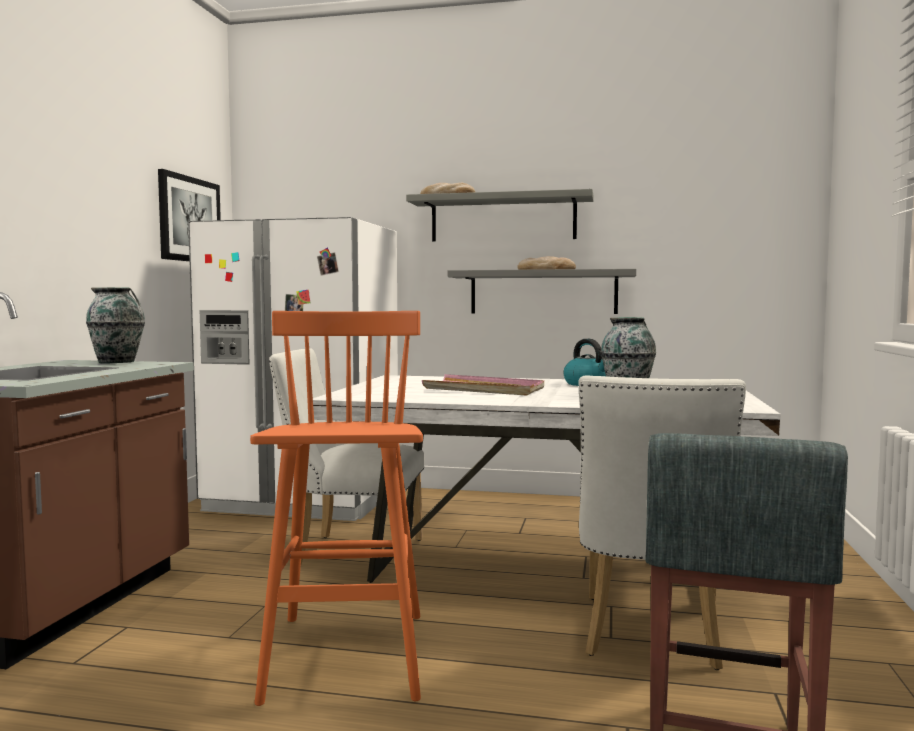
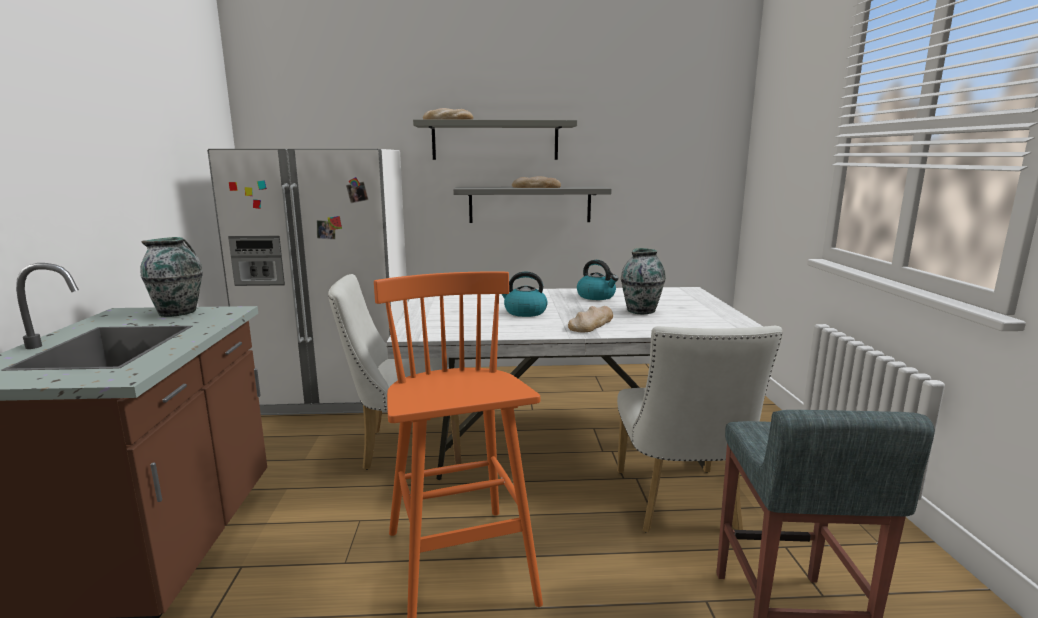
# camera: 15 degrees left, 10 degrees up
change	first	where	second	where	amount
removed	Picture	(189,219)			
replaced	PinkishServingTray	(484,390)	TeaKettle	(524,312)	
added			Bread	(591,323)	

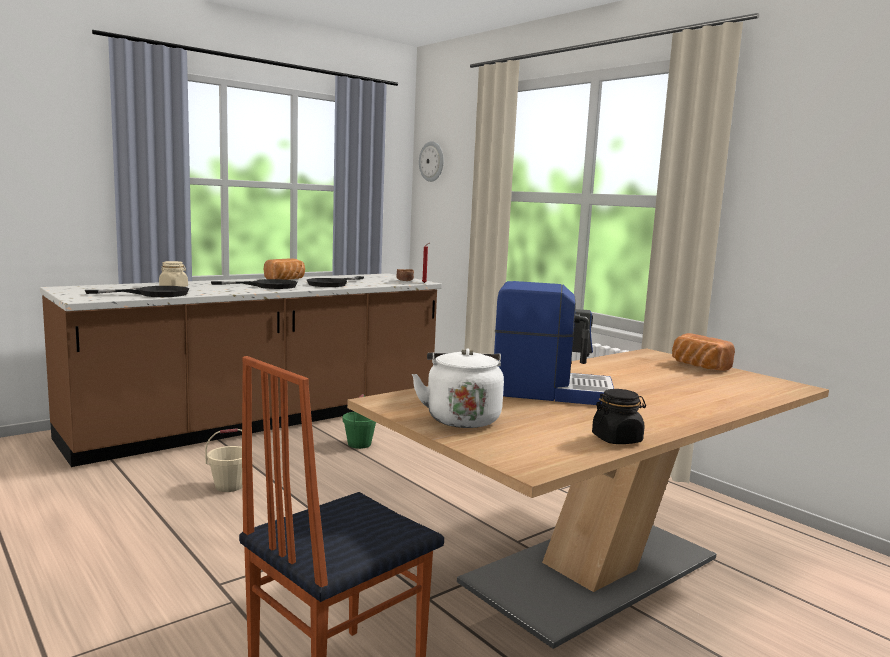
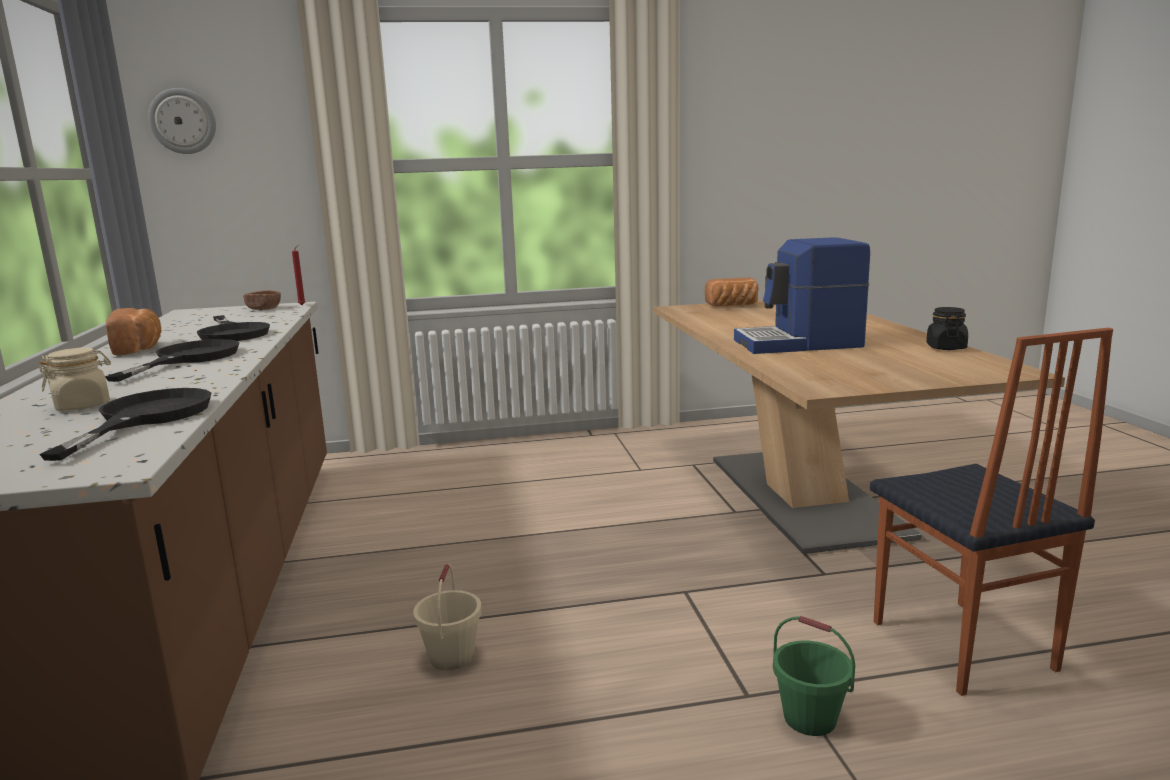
# camera: 60 degrees left, 5 degrees up
change	first	where	second	where	amount
turned	CoffeeBrewer	(550,391)		(799,344)	135 degrees counterclockwise
removed	WhiteTeaKettle	(461,418)			
moved	GreenColouredBucket	(359,444)		(809,719)	

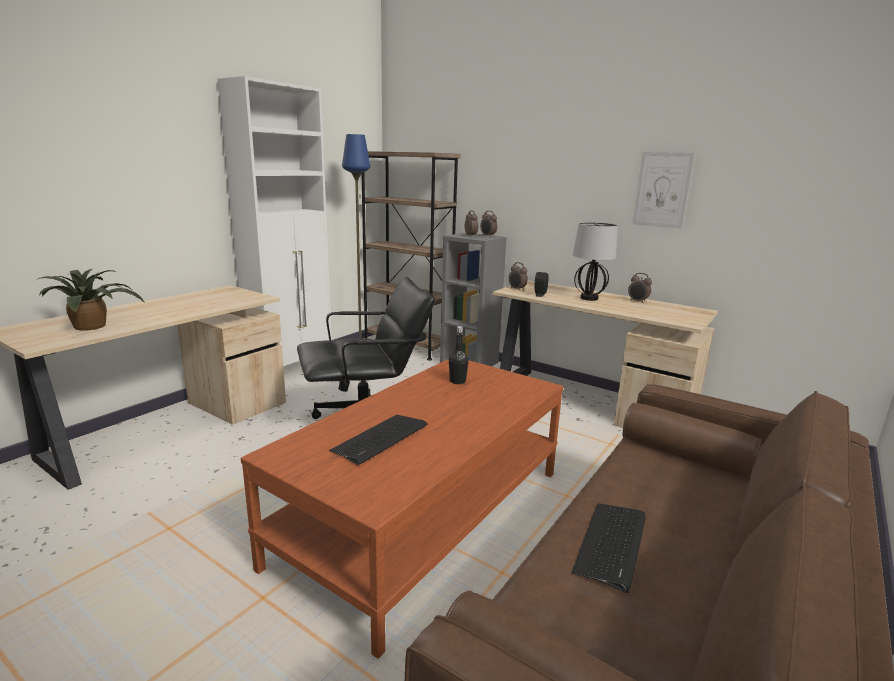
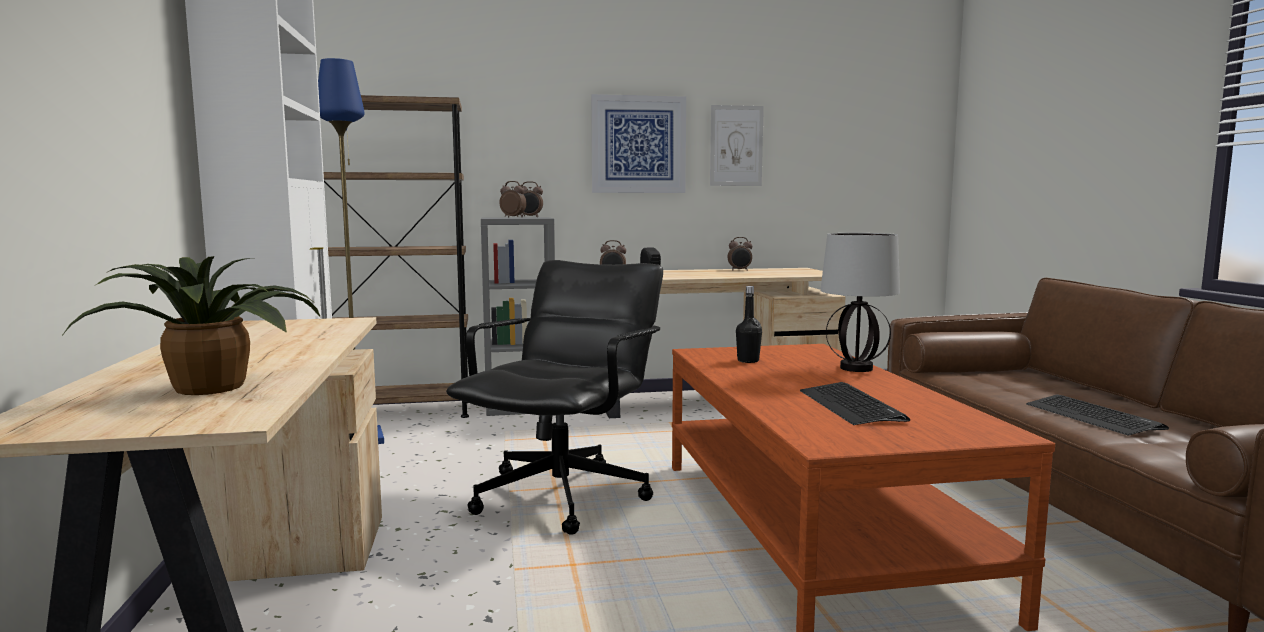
# camera: 45 degrees left, 10 degrees down
change	first	where	second	where	amount
moved	LampForATable	(589,298)		(855,368)	
added			Picture	(638,144)	

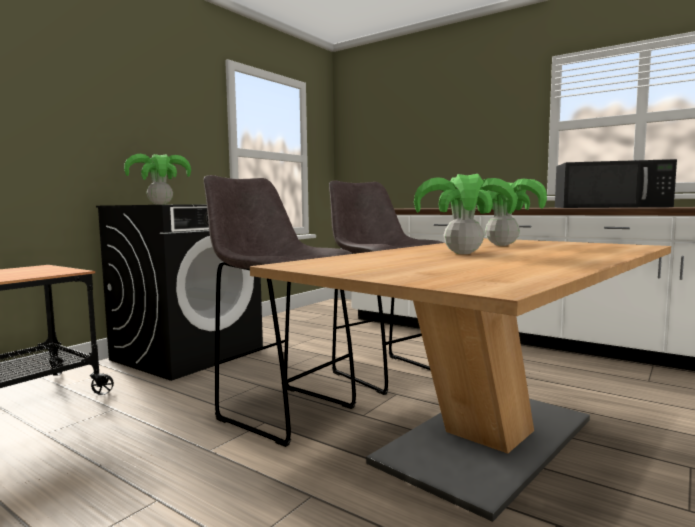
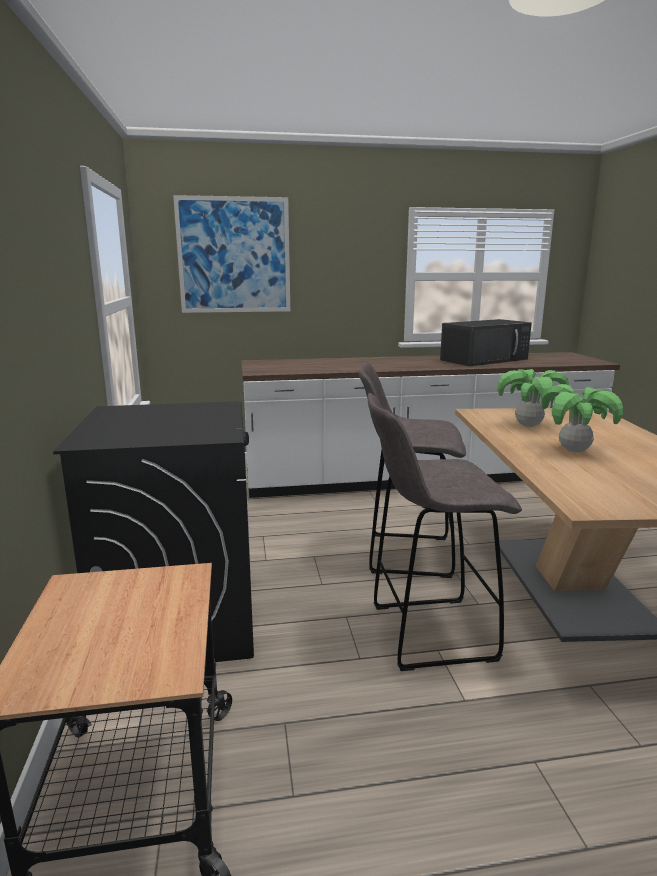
# camera: 45 degrees left, 10 degrees up
change	first	where	second	where	amount
removed	PlantInAPot	(160,204)			
added			Picture	(234,255)	

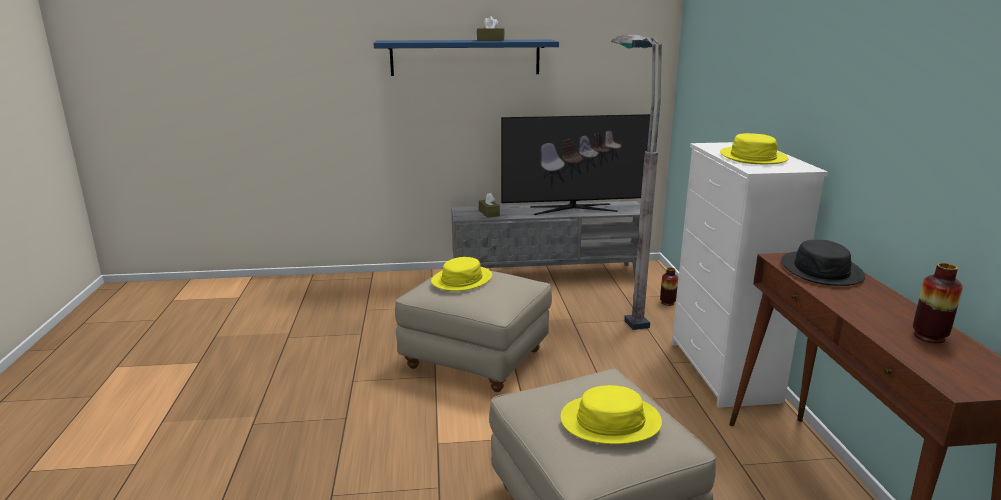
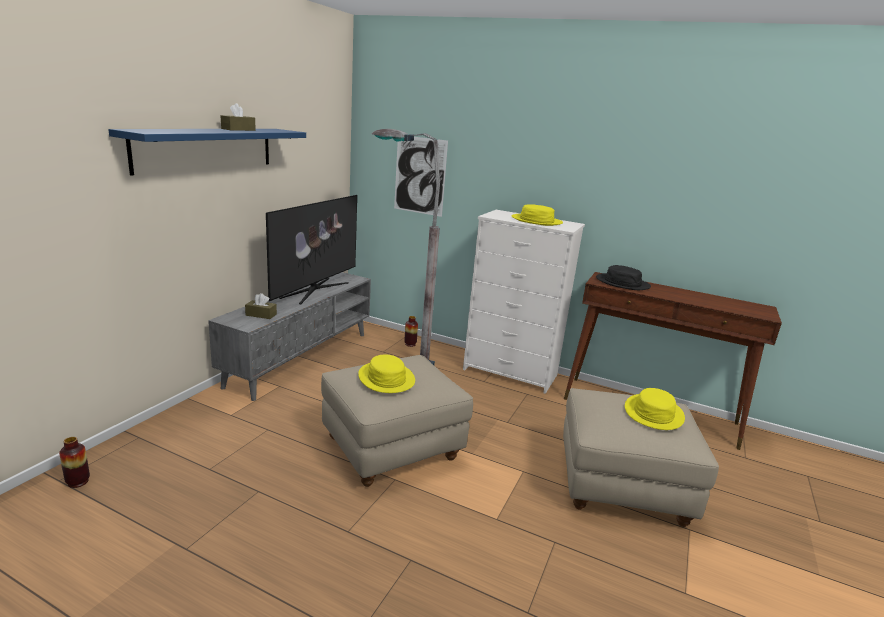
# camera: 60 degrees left, 0 degrees up
change	first	where	second	where	amount
moved	DecorativeVase	(929,337)		(78,482)	
added			Picture	(420,175)	

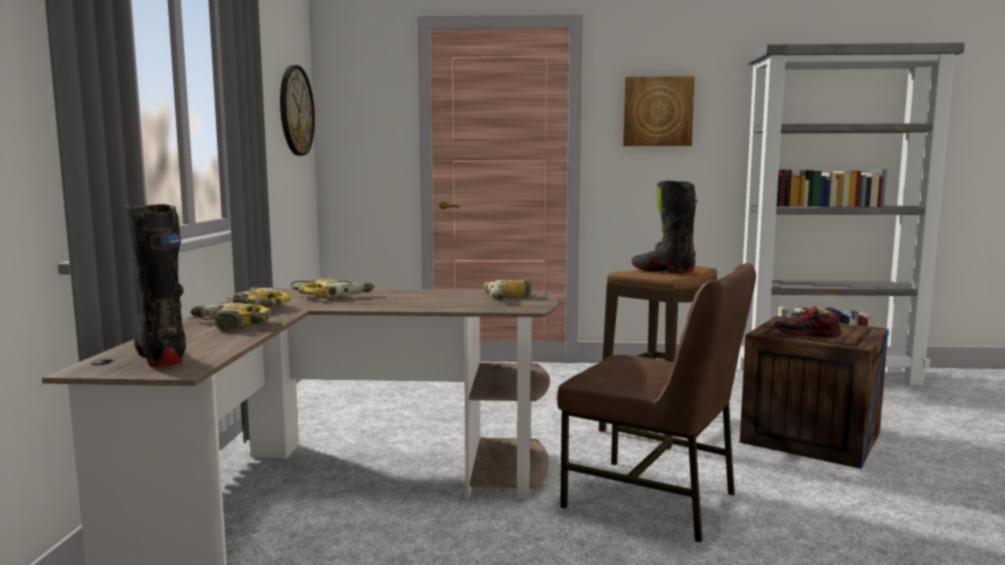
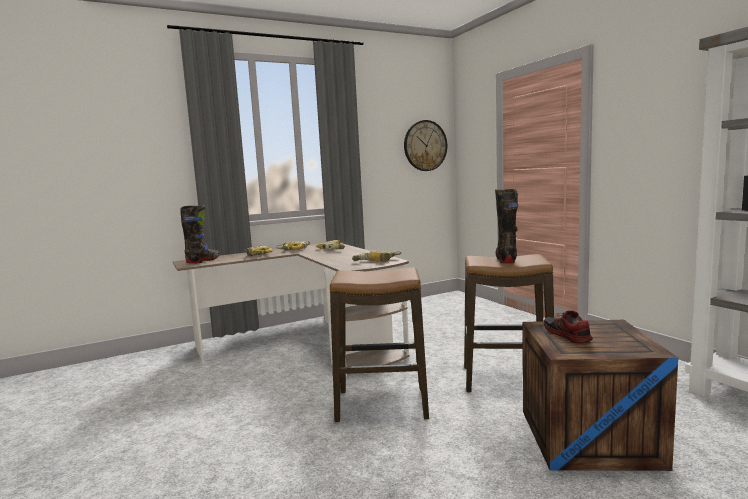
# camera: 60 degrees right, 0 degrees up
change	first	where	second	where	amount
removed	Picture	(657,111)			
replaced	BrownPlainChair	(653,500)	Stool	(381,405)	

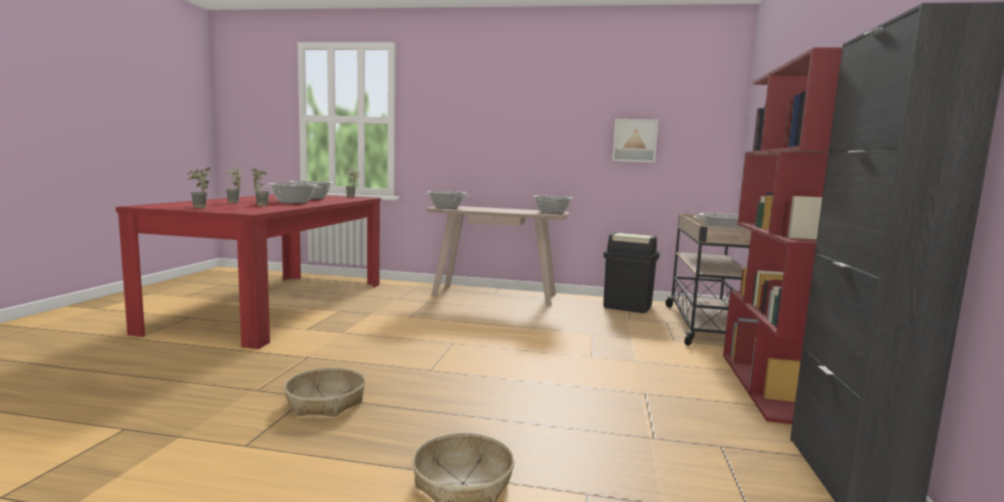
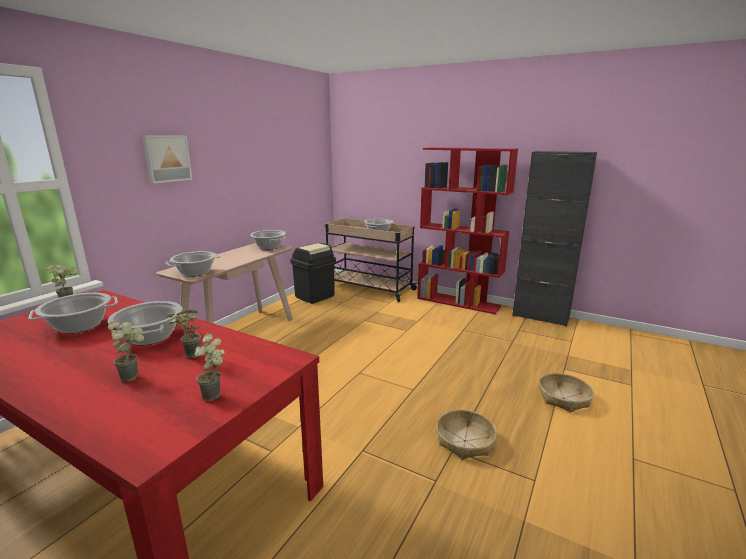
# camera: 70 degrees left, 10 degrees up
change	first	where	second	where	amount
moved	Picture	(634,140)		(166,158)	

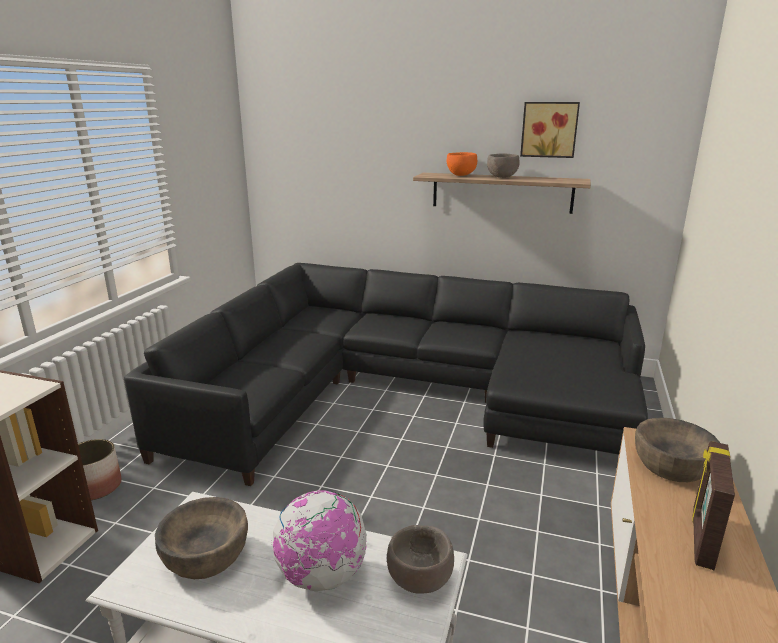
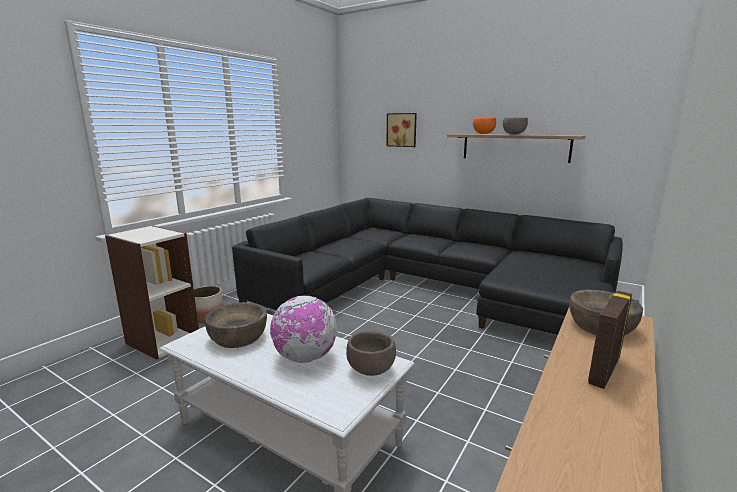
# camera: 15 degrees right, 5 degrees down
change	first	where	second	where	amount
moved	Picture	(549,129)		(402,130)	

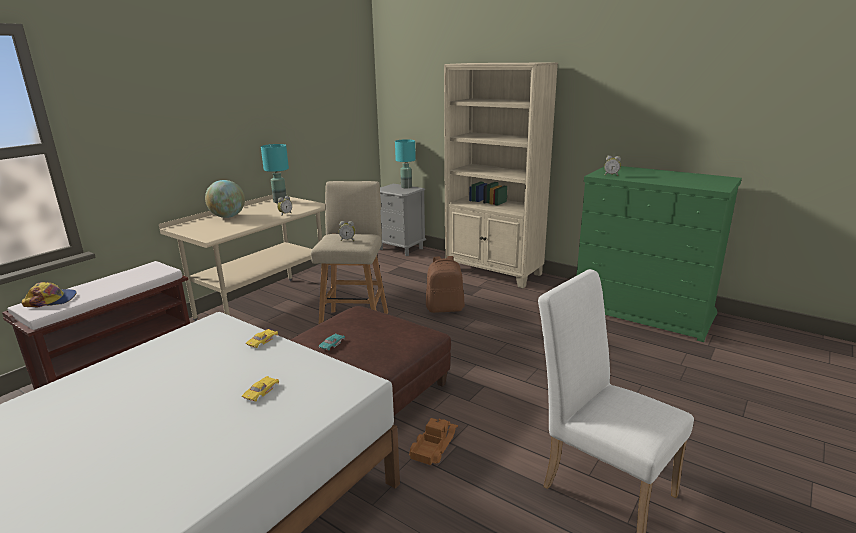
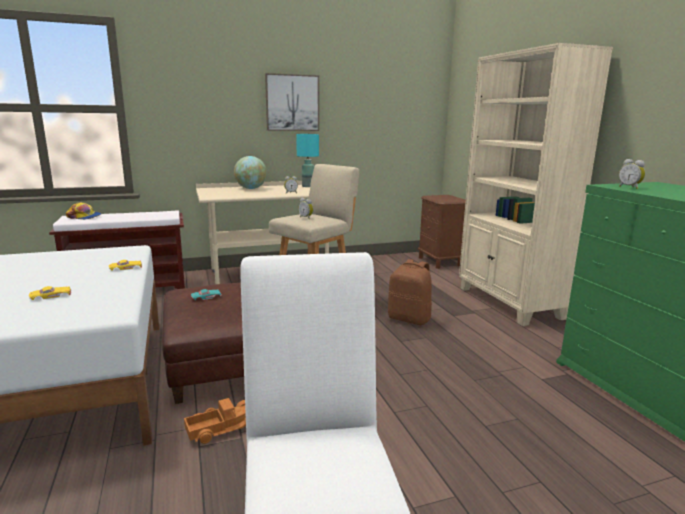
# camera: 35 degrees right, 5 degrees down
change	first	where	second	where	amount
removed	BlueGreenLampForATable	(406,187)			
recoloured	GreyishNightTable	(401,249)	BrownNightTable	(440,262)	
added			Picture	(292,103)	

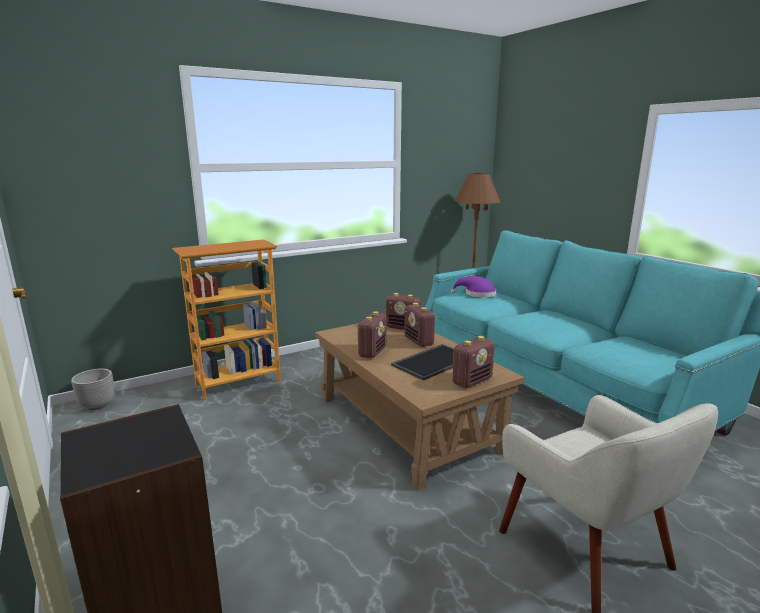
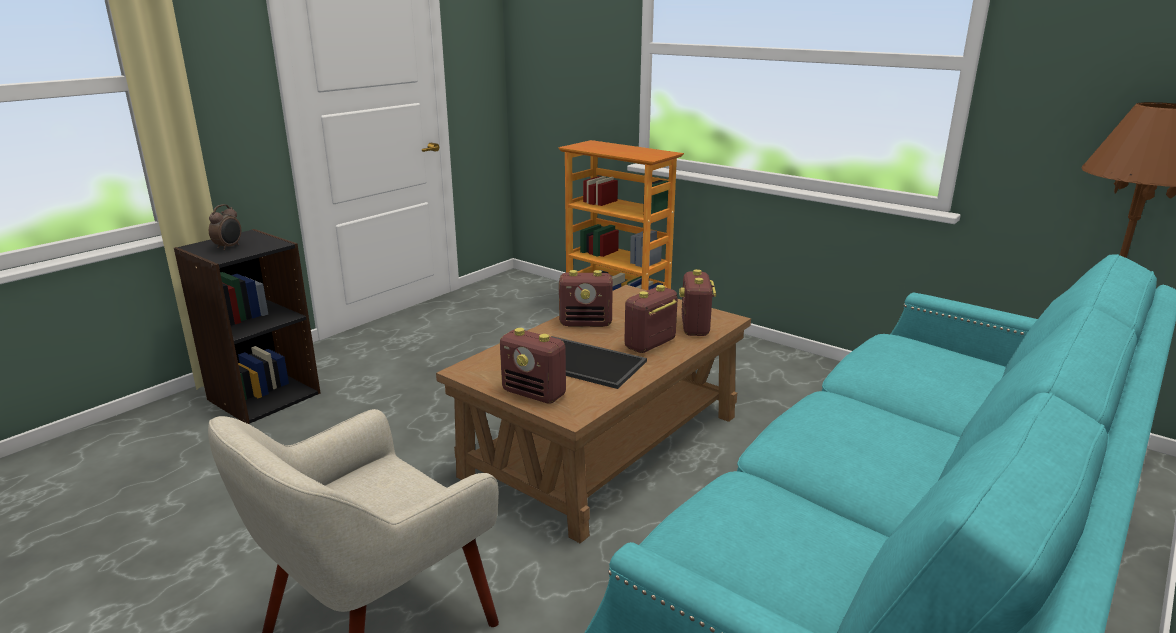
# camera: 70 degrees right, 5 degrees up
change	first	where	second	where	amount
removed	PurpleClothingHat	(477,294)			
removed	Planter	(97,406)			
added			BedsideClock	(229,247)	

